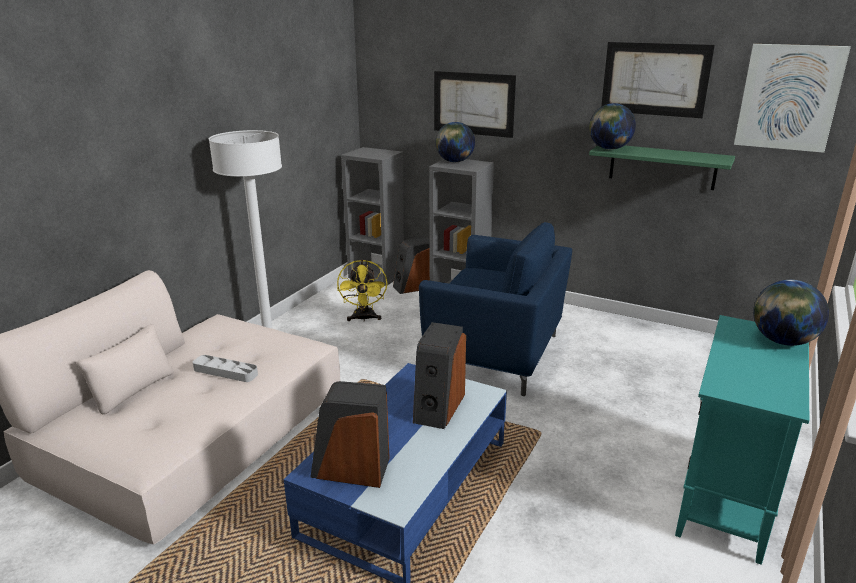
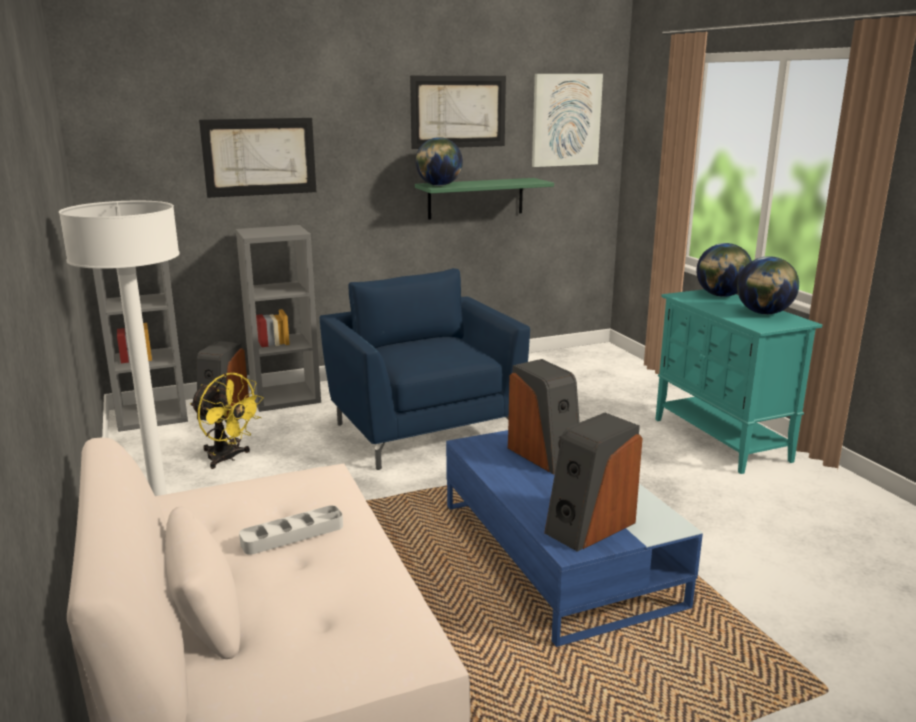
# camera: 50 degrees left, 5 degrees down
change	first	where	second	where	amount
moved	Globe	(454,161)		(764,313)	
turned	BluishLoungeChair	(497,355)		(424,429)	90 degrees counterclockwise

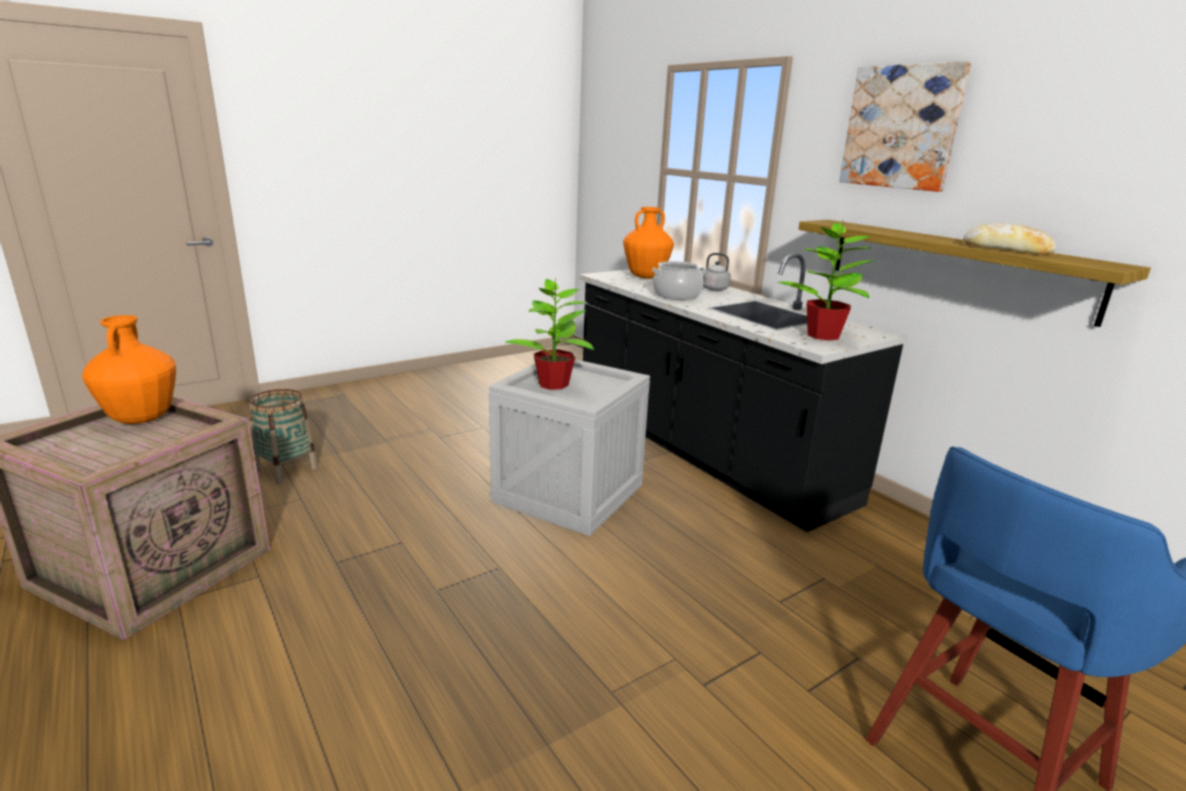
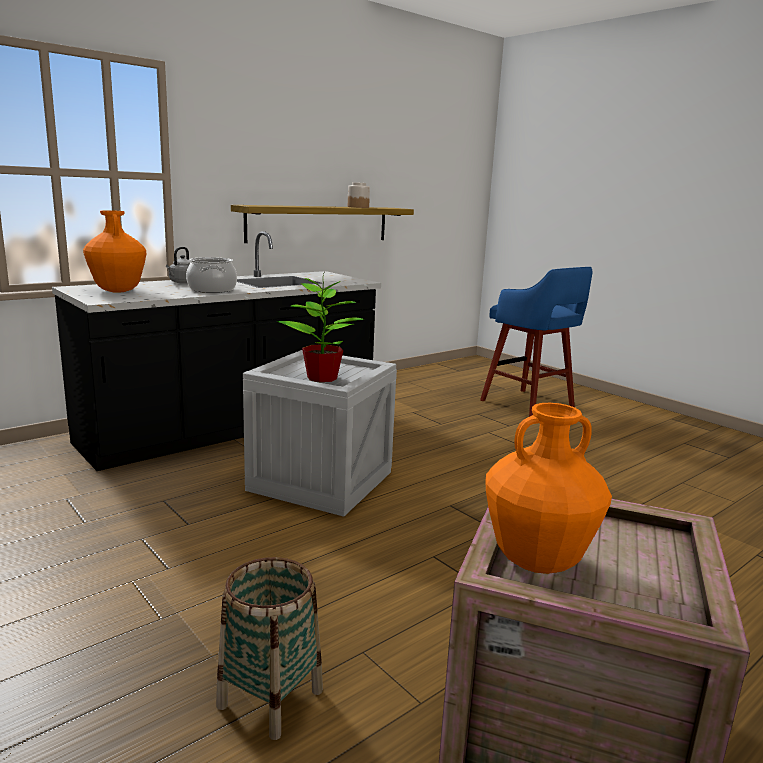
# camera: 95 degrees left, 5 degrees down
change	first	where	second	where	amount
removed	Picture	(901,127)			
removed	PlantInAPot	(822,336)			
replaced	Bread	(1006,249)	PreserveJar	(358,207)	

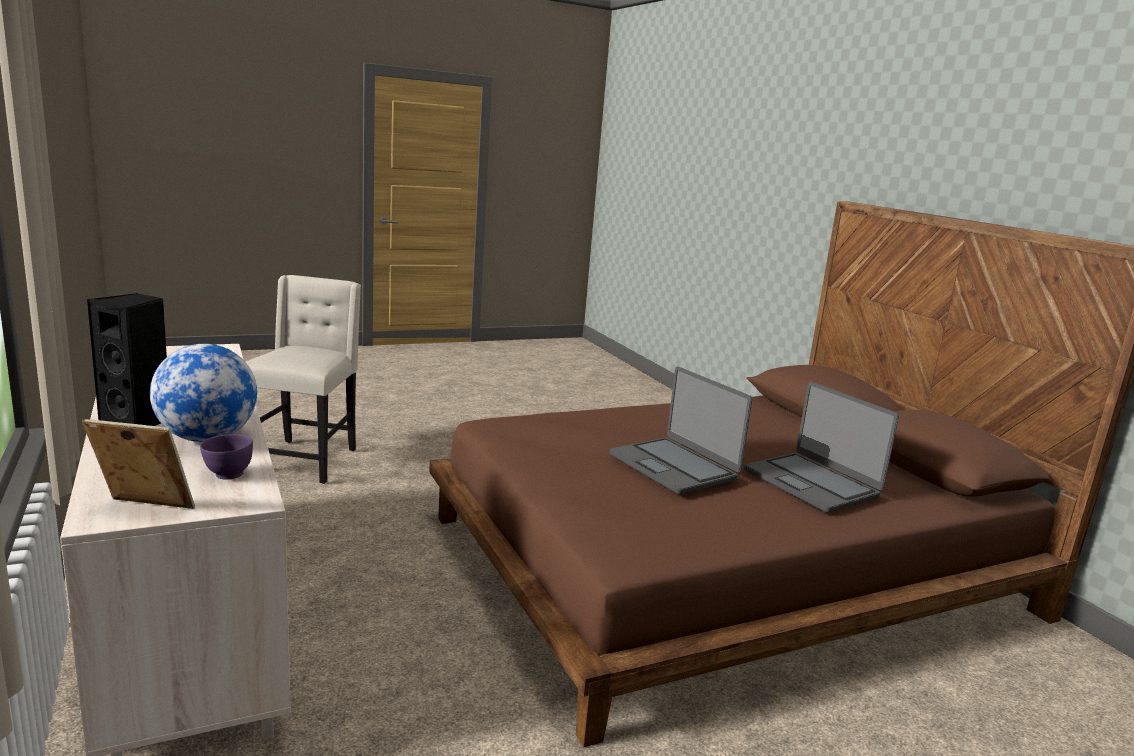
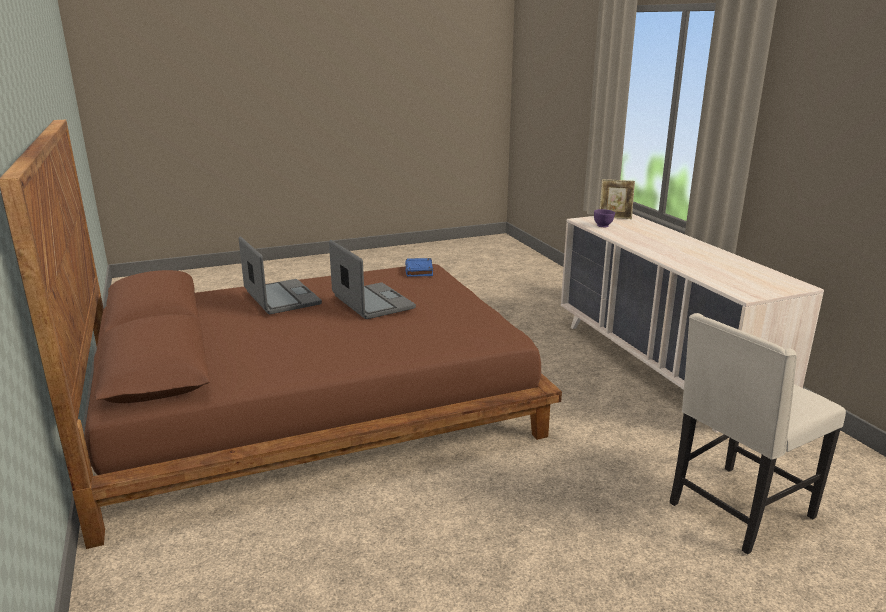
# camera: 175 degrees left, 5 degrees up
change	first	where	second	where	amount
turned	SandColouredPlainChair	(303,460)		(737,510)	45 degrees clockwise
removed	BlackishAudioSpeaker	(138,422)			
removed	Globe	(207,438)			
added			BluishBook	(419,270)	

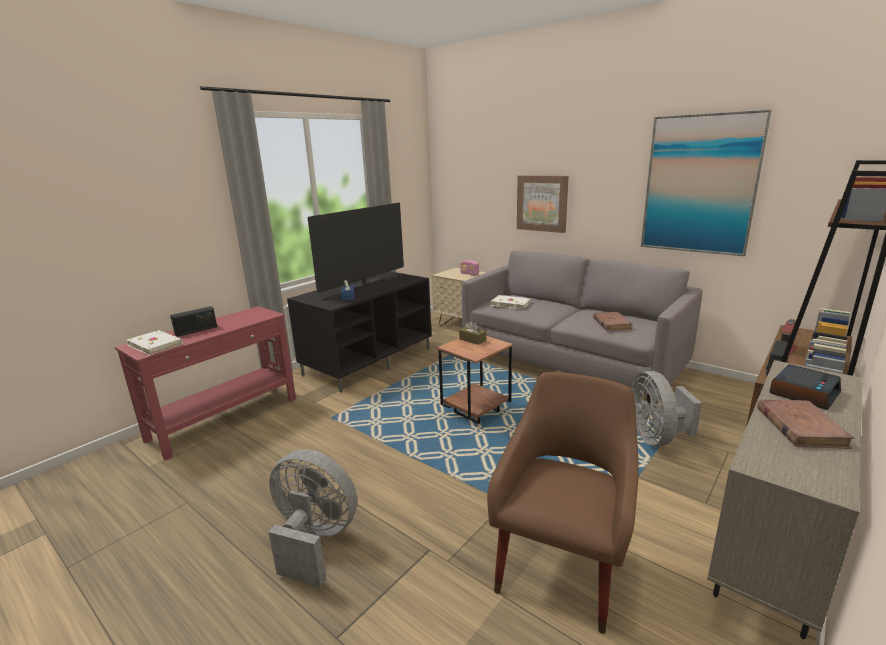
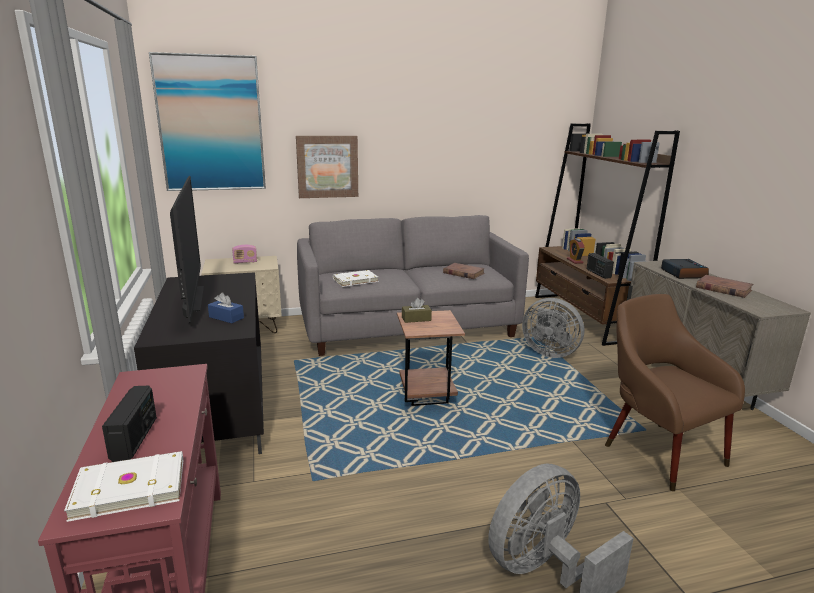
# camera: 55 degrees left, 0 degrees up
change	first	where	second	where	amount
moved	Picture	(699,185)		(211,124)	

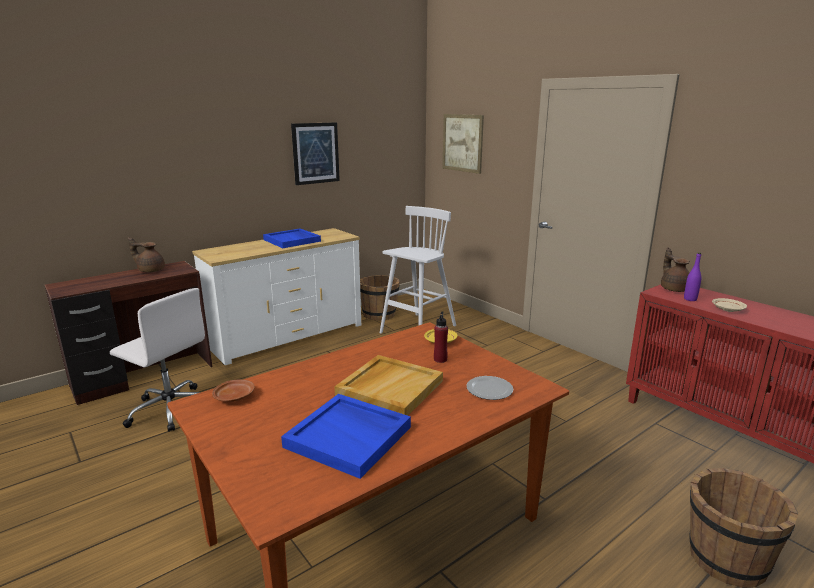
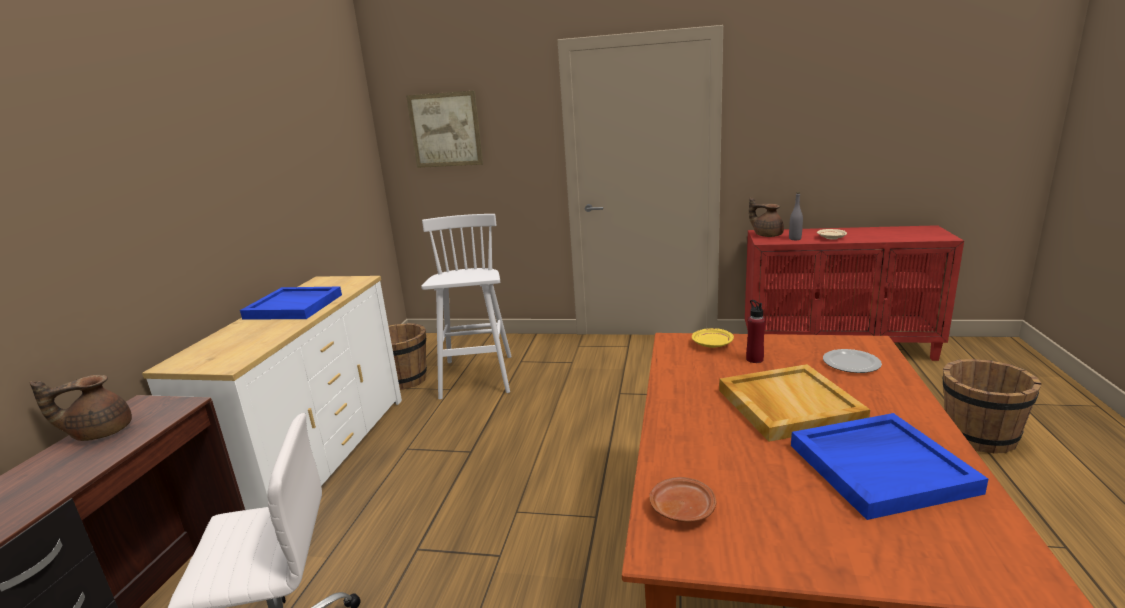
# camera: 40 degrees left, 0 degrees up
change	first	where	second	where	amount
removed	Picture	(315,153)			
recoloured	PurpleDrinkBottle	(690,299)	GreyishDrinkBottle	(795,239)	

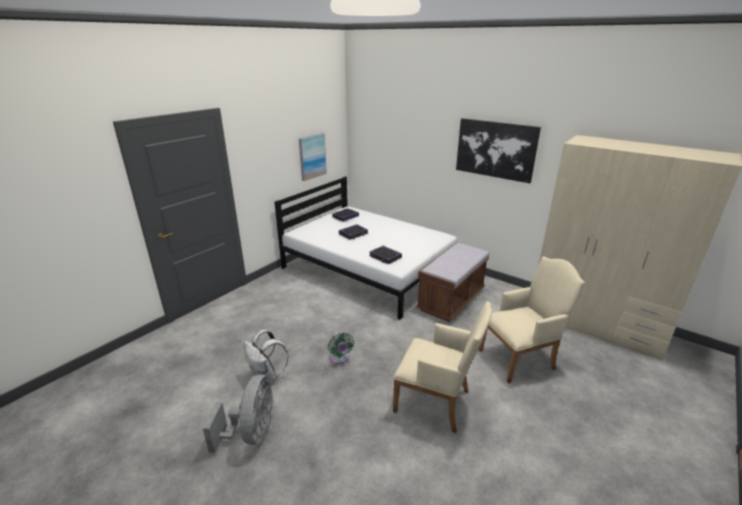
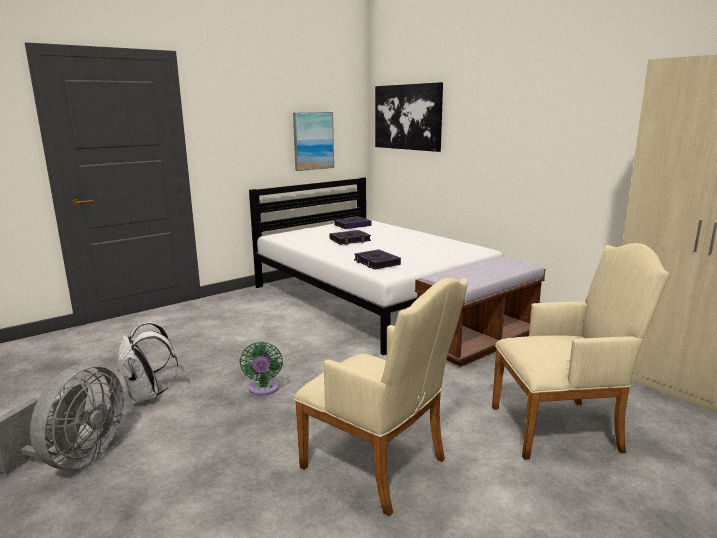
# camera: 15 degrees right, 10 degrees down
change	first	where	second	where	amount
moved	Picture	(495,149)		(407,117)	

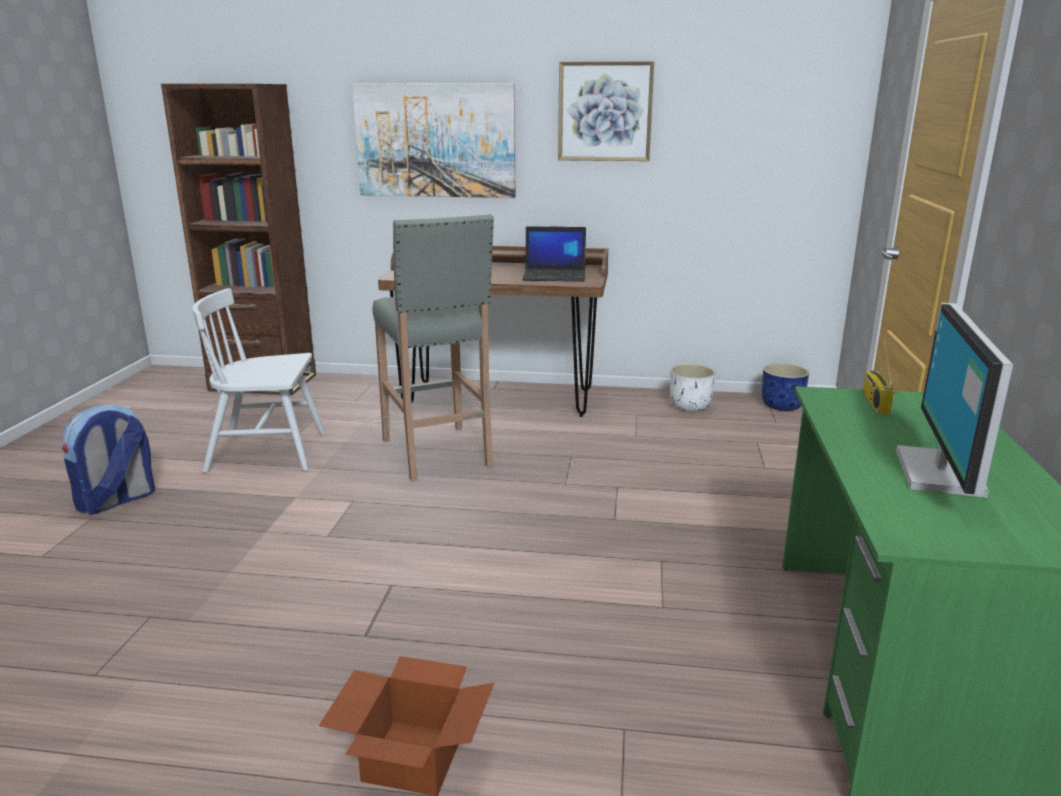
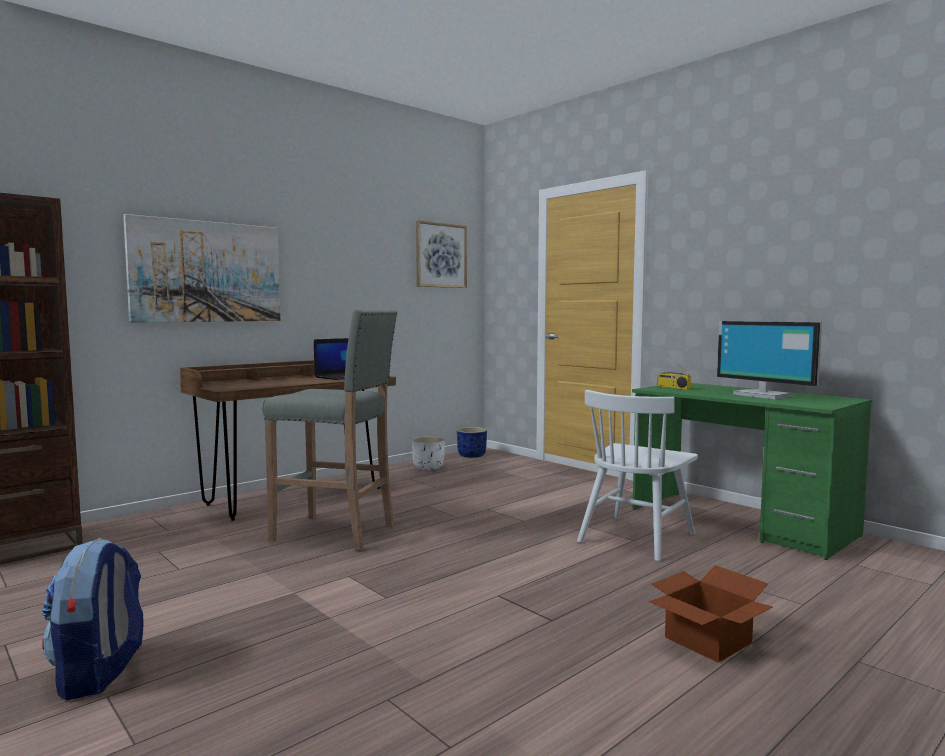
# camera: 50 degrees left, 15 degrees down
change	first	where	second	where	amount
moved	Picture	(605,112)		(441,255)	
moved	WhitePlainChair	(268,452)		(636,537)	

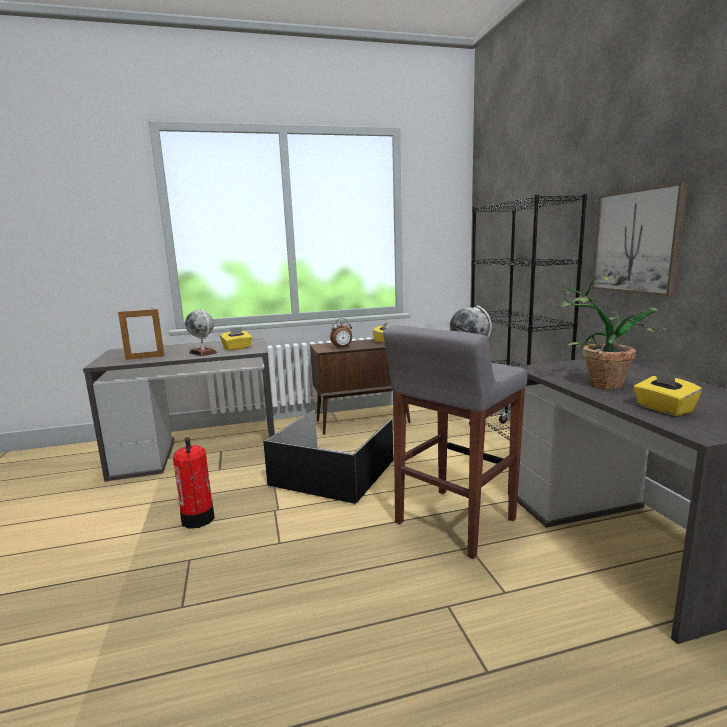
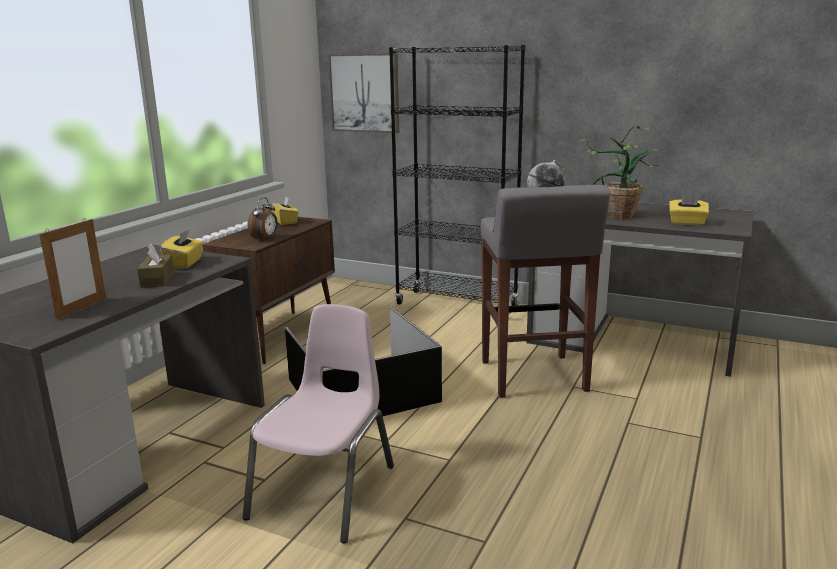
# camera: 50 degrees left, 5 degrees up
change	first	where	second	where	amount
moved	Picture	(637,241)		(365,93)	
replaced	Globe	(203,353)	BrownTissueBox	(157,280)	
replaced	FireExtinguisher	(198,518)	PinkishPlainChair	(325,492)	

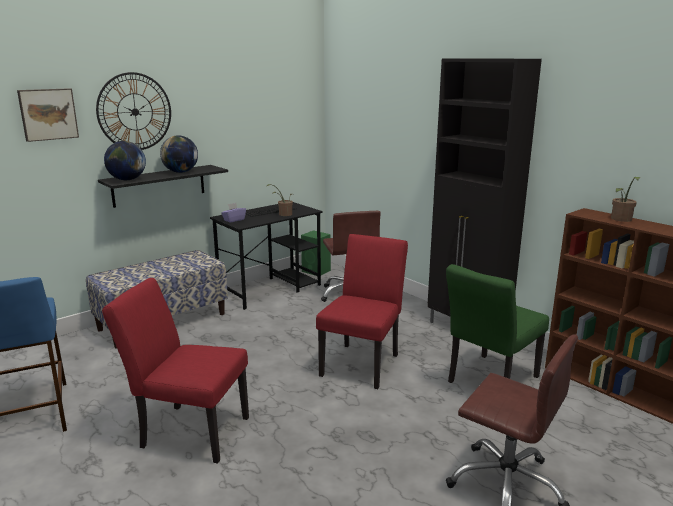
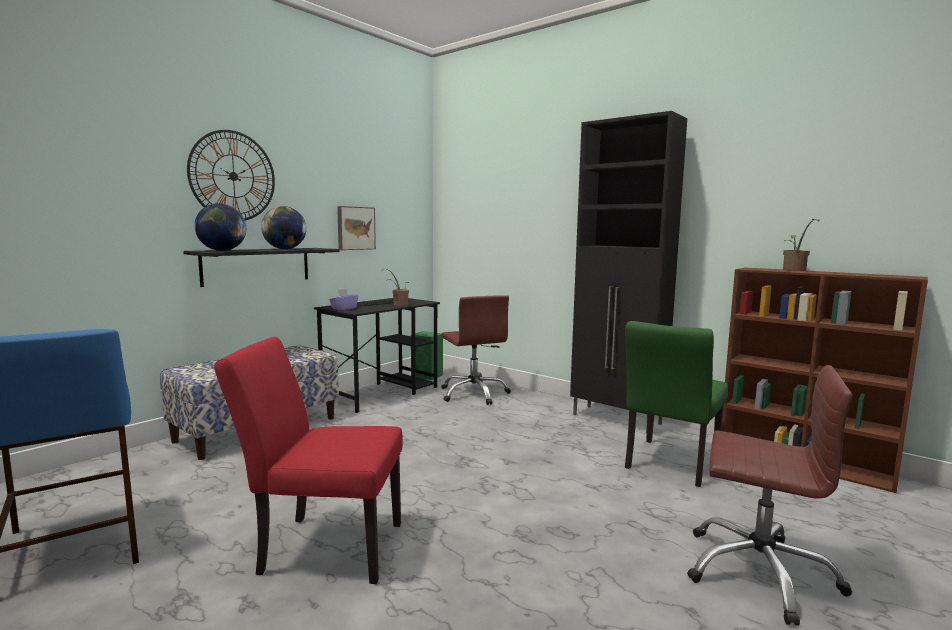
# camera: 10 degrees left, 10 degrees down
change	first	where	second	where	amount
moved	Picture	(48,114)		(355,228)	
removed	RedPlainChair	(363,362)			

